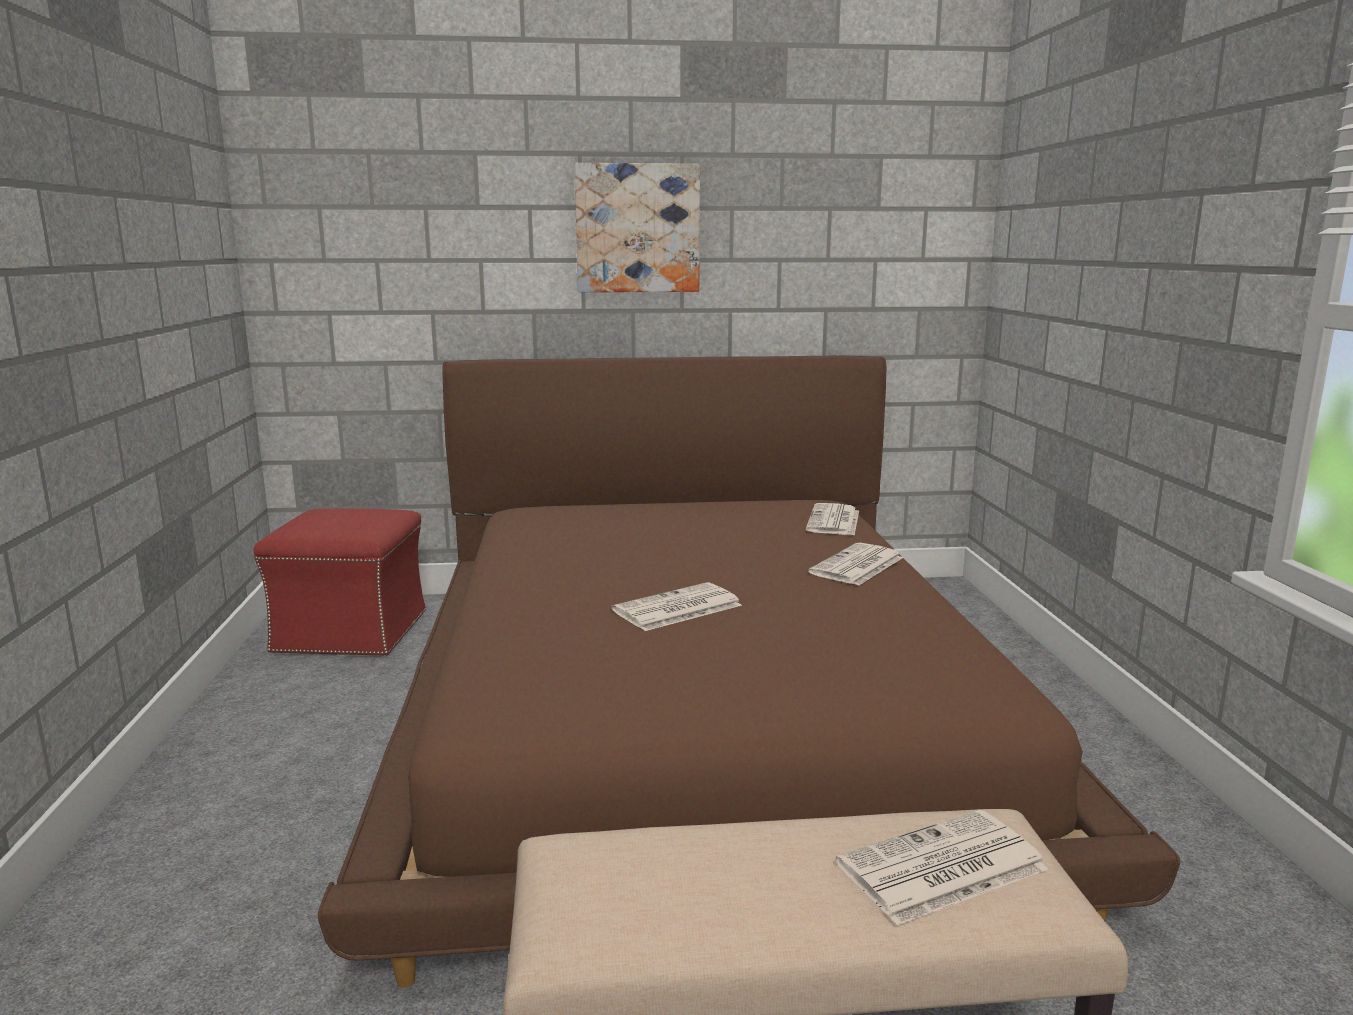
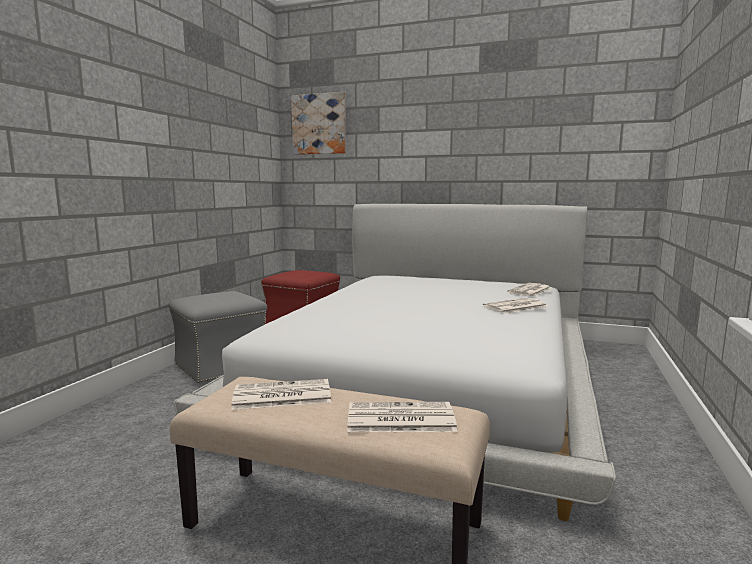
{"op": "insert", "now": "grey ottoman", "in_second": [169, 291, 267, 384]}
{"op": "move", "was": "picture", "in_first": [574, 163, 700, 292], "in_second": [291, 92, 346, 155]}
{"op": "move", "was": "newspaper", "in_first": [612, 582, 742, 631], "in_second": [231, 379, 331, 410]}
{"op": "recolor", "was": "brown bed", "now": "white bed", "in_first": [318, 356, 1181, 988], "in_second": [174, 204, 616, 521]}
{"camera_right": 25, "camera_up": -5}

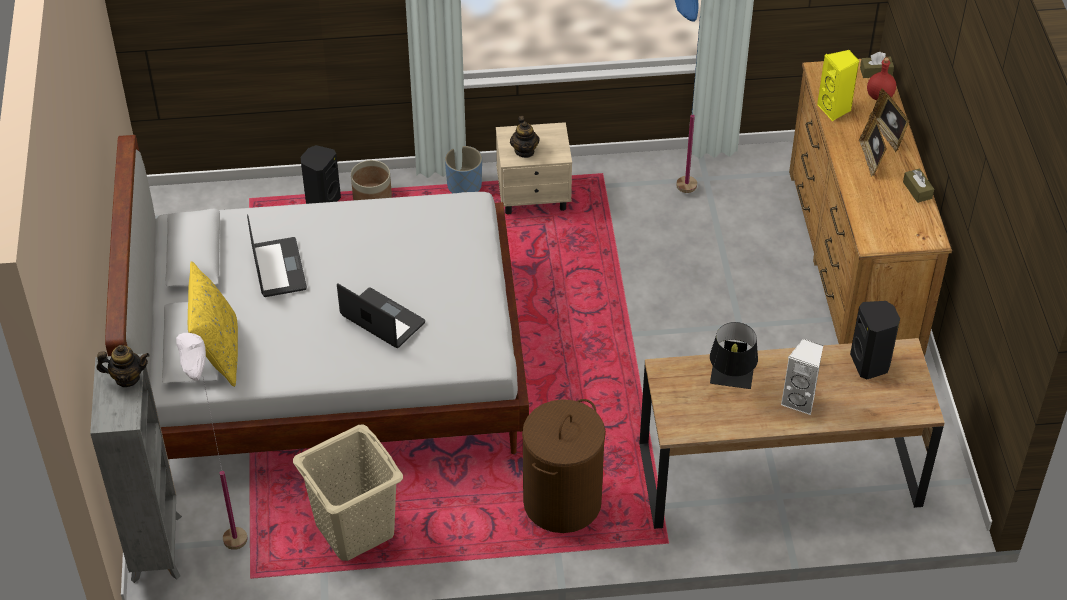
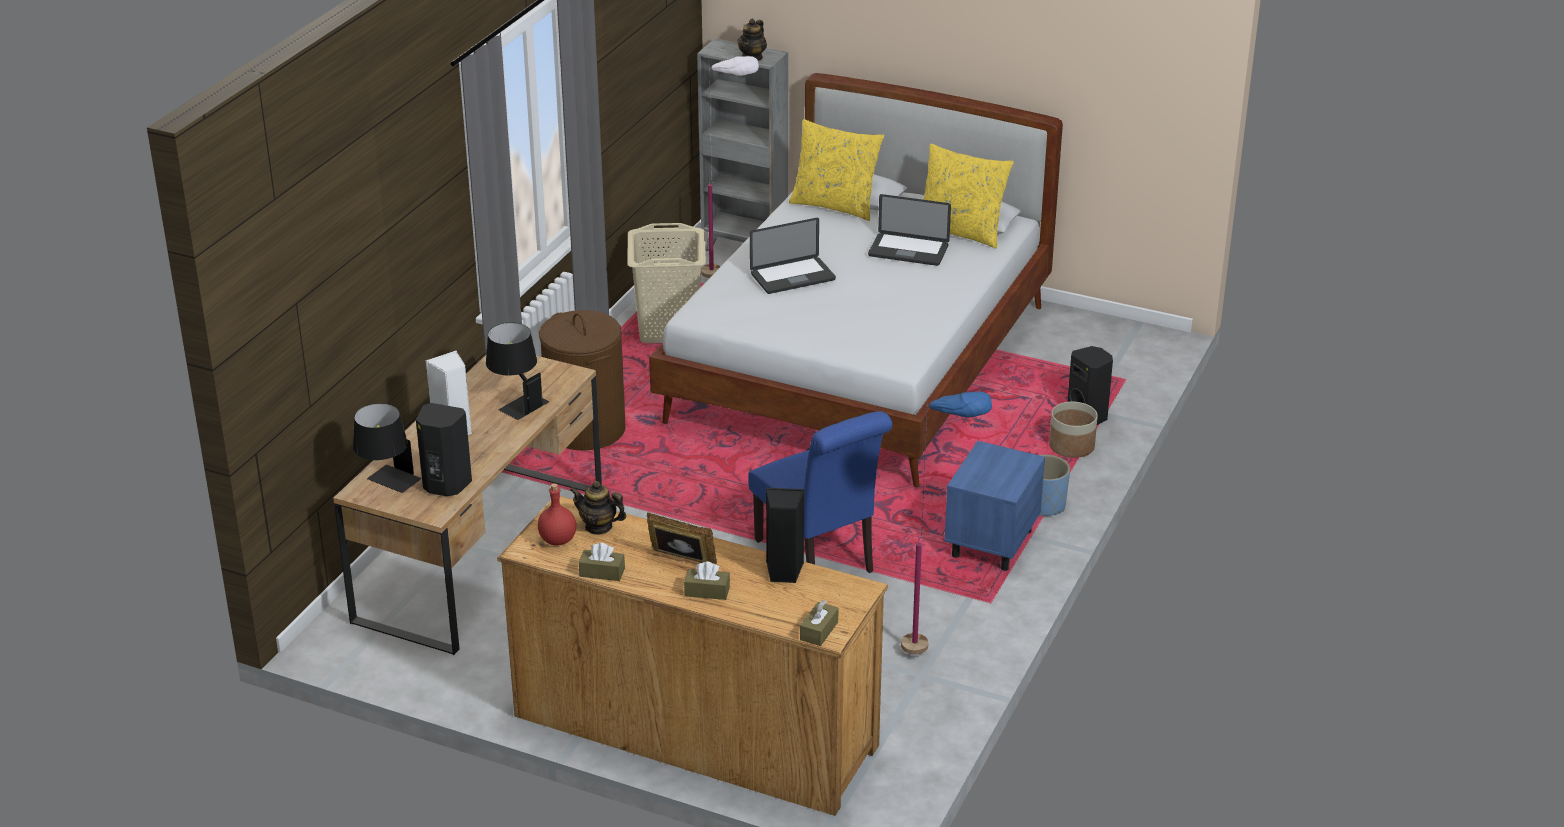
{"op": "insert", "now": "black table lamp", "in_second": [353, 403, 421, 493]}
{"op": "insert", "now": "blue chair", "in_second": [748, 411, 892, 573]}
{"op": "insert", "now": "yellow pillow", "in_second": [923, 144, 1014, 249]}
{"op": "move", "was": "teapot", "in_first": [510, 116, 540, 158], "in_second": [570, 481, 627, 535]}
{"op": "move", "was": "red bottle", "in_first": [867, 58, 896, 100], "in_second": [538, 483, 576, 545]}
{"op": "replace", "was": "picture frame", "now": "brown tissue box", "in_first": [873, 89, 910, 152], "in_second": [684, 561, 730, 600]}
{"op": "recolor", "was": "beige nightstand", "now": "blue nightstand", "in_first": [496, 122, 572, 215], "in_second": [944, 441, 1045, 571]}
{"op": "recolor", "was": "yellow speaker", "now": "black speaker", "in_first": [817, 50, 859, 121], "in_second": [766, 488, 805, 583]}
{"camera_right": 120, "camera_up": -15}

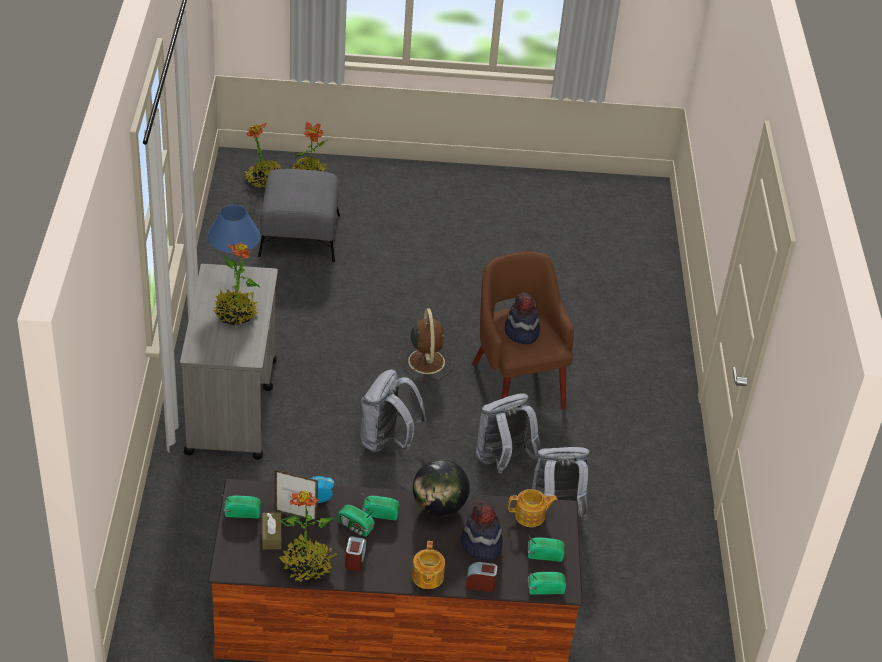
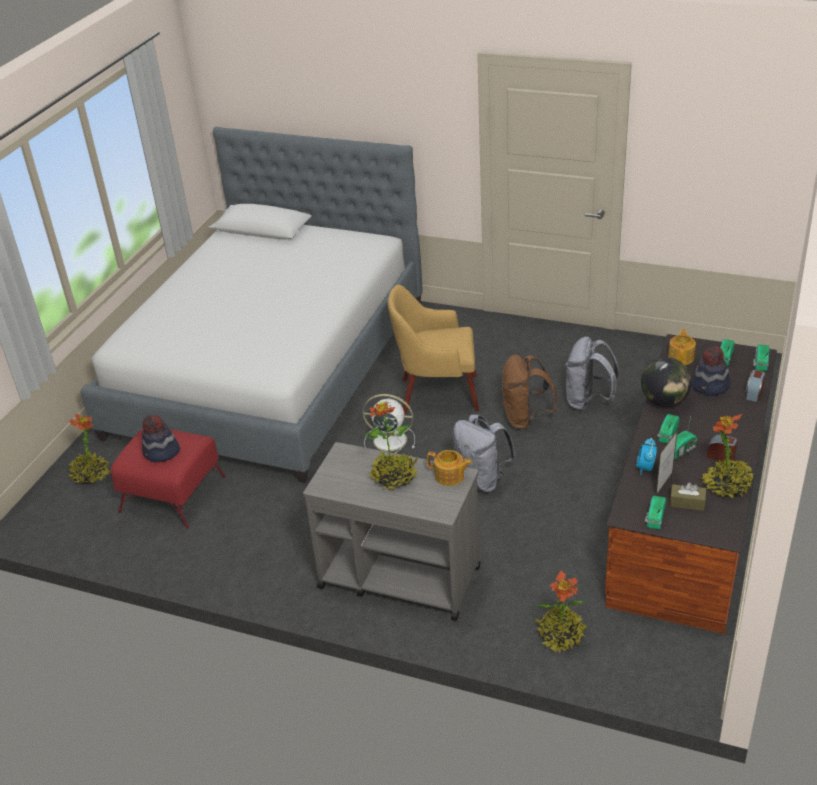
{"op": "delete", "was": "blue table lamp", "in_first": [207, 205, 261, 273]}
{"op": "insert", "now": "bed", "in_second": [81, 127, 423, 483]}
{"op": "move", "was": "potted plant", "in_first": [244, 123, 281, 188], "in_second": [535, 571, 587, 653]}
{"op": "move", "was": "teapot", "in_first": [412, 541, 445, 589], "in_second": [427, 450, 472, 486]}
{"op": "move", "was": "hat", "in_first": [505, 293, 540, 344], "in_second": [142, 415, 180, 462]}
{"op": "recolor", "was": "grey ottoman", "now": "red ottoman", "in_first": [258, 169, 340, 262], "in_second": [111, 429, 226, 529]}
{"op": "recolor", "was": "brown fan", "now": "white fan", "in_first": [399, 308, 453, 381], "in_second": [363, 394, 415, 453]}
{"op": "recolor", "was": "brown armchair", "now": "yellow armchair", "in_first": [472, 251, 574, 409], "in_second": [388, 285, 479, 415]}
{"op": "recolor", "was": "grey backpack", "now": "brown backpack", "in_first": [476, 394, 541, 473], "in_second": [502, 355, 558, 430]}
{"camera_right": -65, "camera_up": -5}

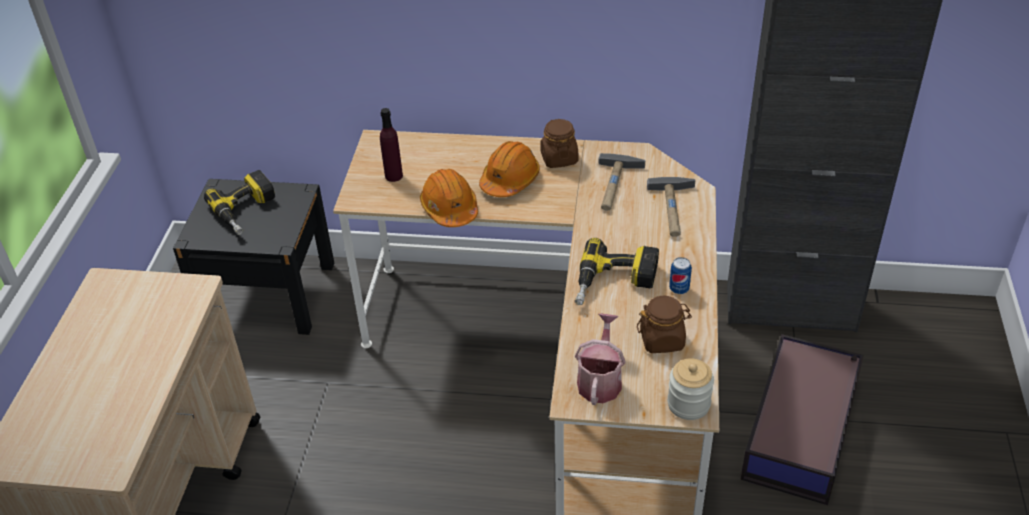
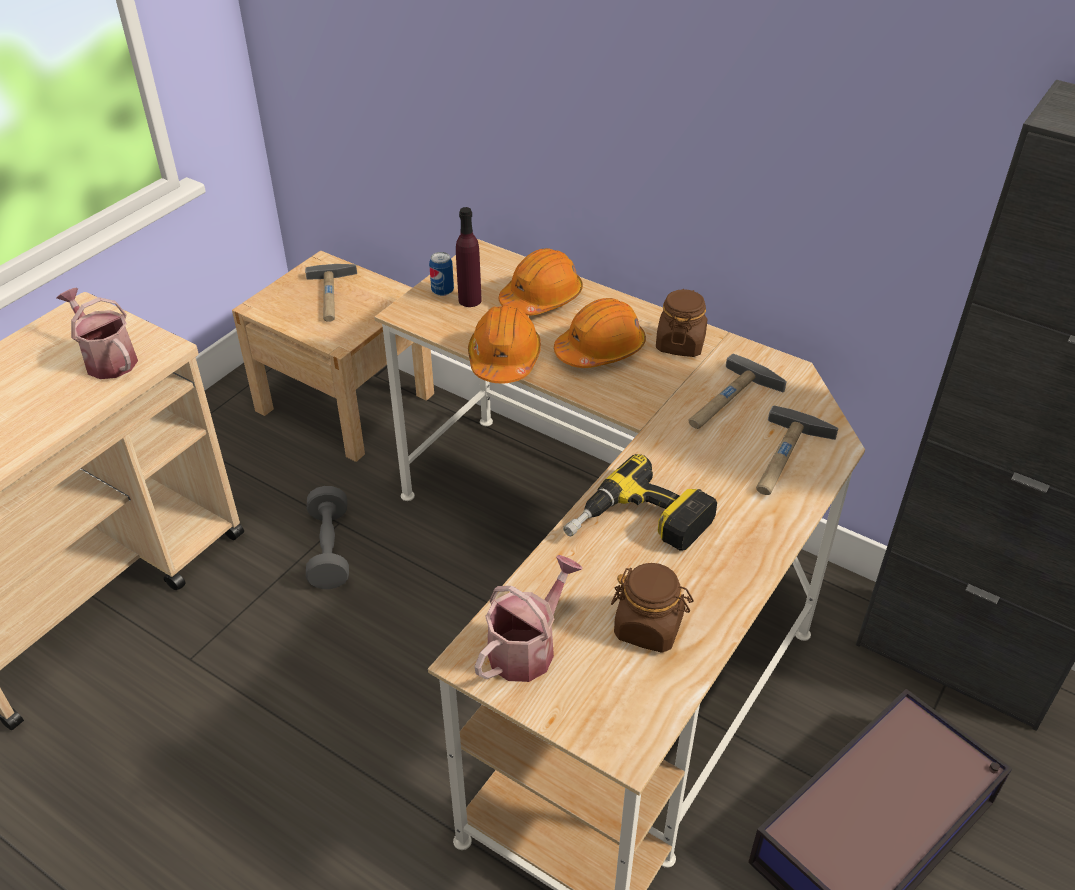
{"op": "delete", "was": "jar", "in_first": [667, 358, 714, 420]}
{"op": "insert", "now": "watering can", "in_second": [57, 288, 138, 379]}
{"op": "insert", "now": "grey dumbbell", "in_second": [306, 486, 349, 589]}
{"op": "insert", "now": "orange hard hat", "in_second": [499, 248, 583, 316]}
{"op": "move", "was": "can", "in_first": [669, 257, 692, 294], "in_second": [429, 252, 454, 296]}
{"op": "replace", "was": "power drill", "now": "hammer", "in_first": [204, 170, 275, 235], "in_second": [305, 264, 357, 322]}
{"op": "recolor", "was": "black nightstand", "now": "beige nightstand", "in_first": [173, 179, 334, 335], "in_second": [232, 251, 434, 462]}
{"camera_right": 25, "camera_up": 0}

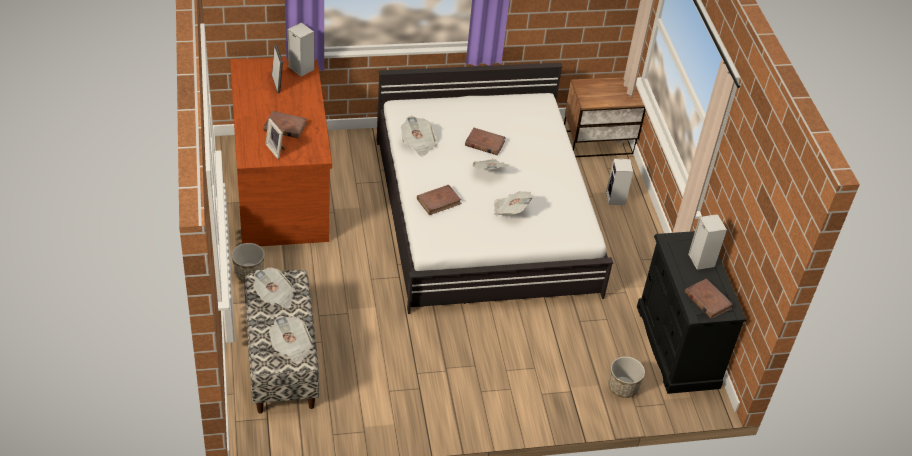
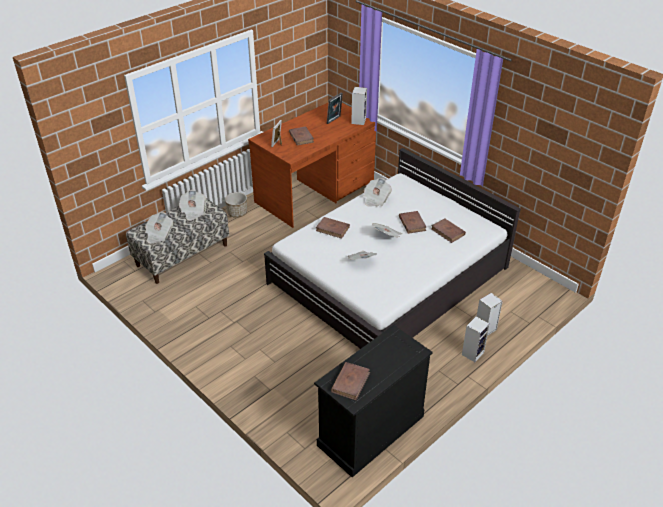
{"op": "delete", "was": "nightstand", "in_first": [564, 77, 646, 157]}
{"op": "delete", "was": "planter", "in_first": [608, 356, 645, 398]}
{"op": "insert", "now": "brown book", "in_second": [431, 218, 466, 243]}
{"op": "move", "was": "speaker", "in_first": [688, 214, 727, 270], "in_second": [462, 317, 490, 362]}
{"camera_right": 60, "camera_up": -5}

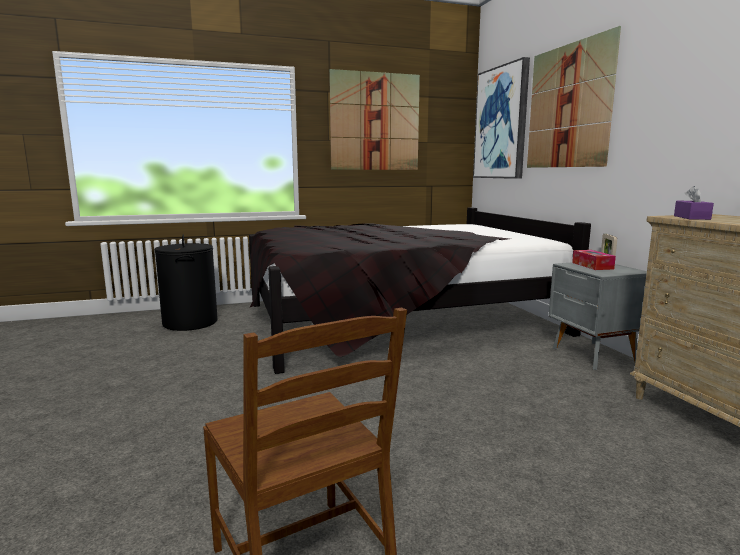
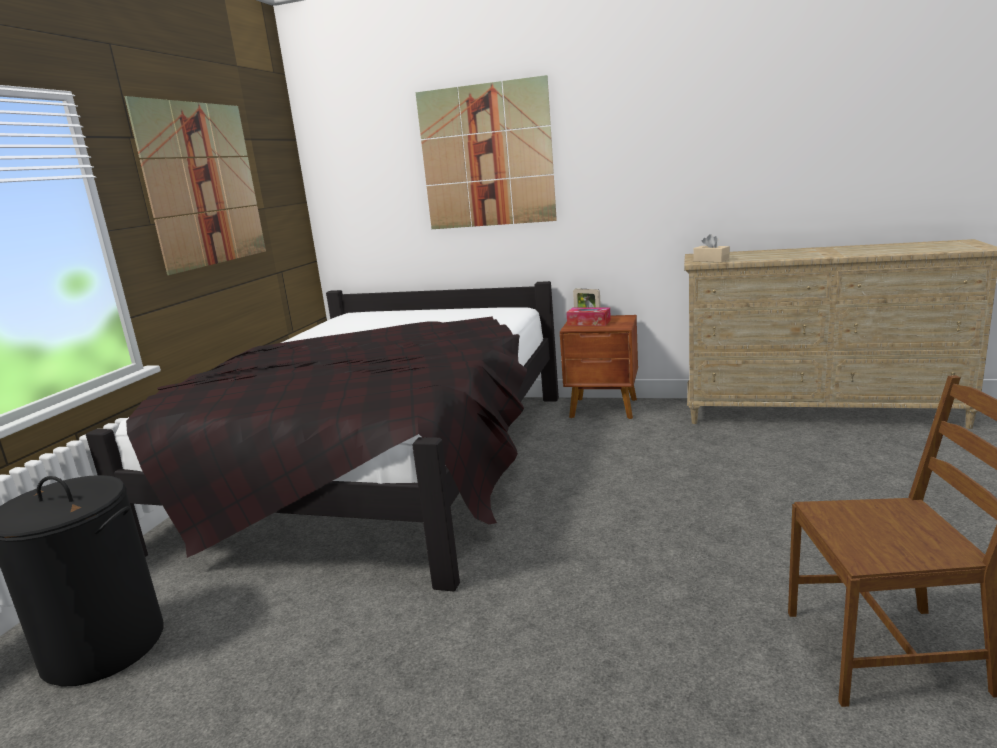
{"op": "delete", "was": "picture", "in_first": [473, 57, 530, 179]}
{"op": "recolor", "was": "grey nightstand", "now": "brown nightstand", "in_first": [549, 263, 647, 370], "in_second": [560, 315, 638, 419]}
{"op": "recolor", "was": "purple tissue box", "now": "beige tissue box", "in_first": [674, 186, 714, 220], "in_second": [694, 234, 730, 262]}
{"camera_right": -55, "camera_up": 5}

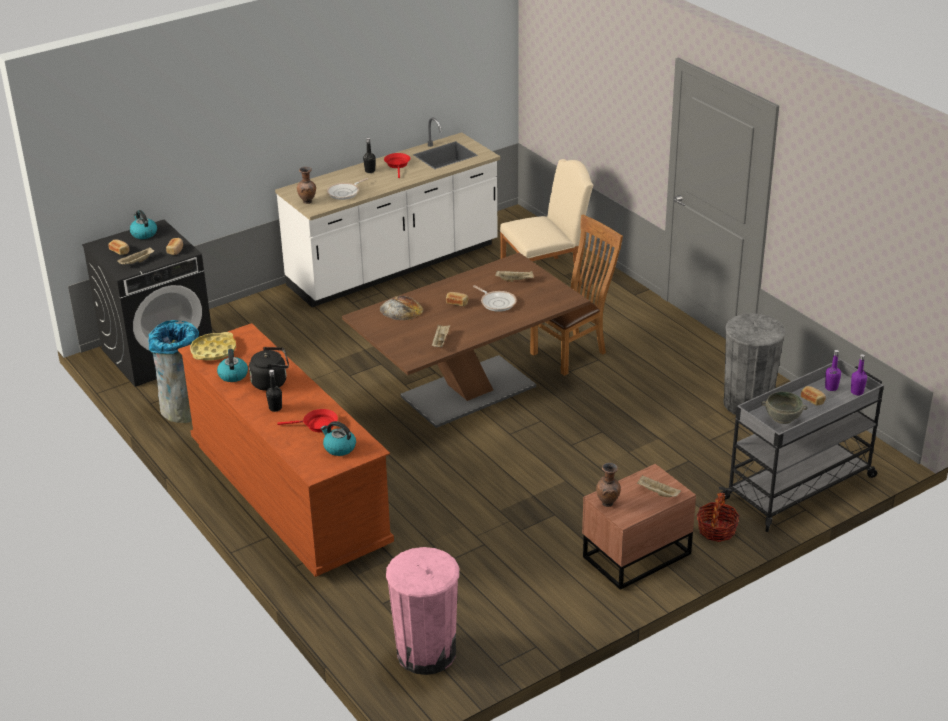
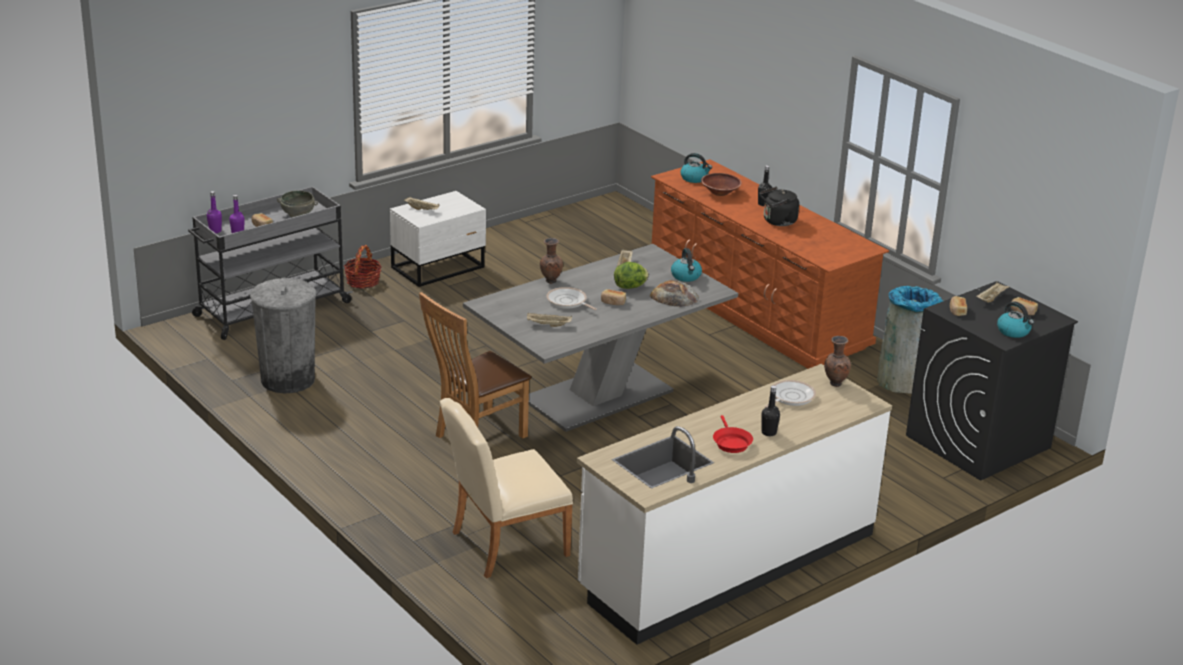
{"op": "delete", "was": "yellow tray", "in_first": [190, 332, 236, 360]}
{"op": "delete", "was": "pink trash can", "in_first": [386, 547, 459, 675]}
{"op": "insert", "now": "lettuce", "in_second": [614, 262, 649, 289]}
{"op": "move", "was": "kettle", "in_first": [217, 349, 248, 382], "in_second": [671, 248, 702, 282]}
{"op": "move", "was": "brown vase", "in_first": [596, 463, 621, 507], "in_second": [540, 238, 563, 284]}
{"op": "replace", "was": "red frying pan", "now": "brown bowl", "in_first": [277, 409, 338, 432], "in_second": [701, 173, 742, 196]}
{"op": "recolor", "was": "brown dining table", "now": "grey dining table", "in_first": [342, 253, 590, 428], "in_second": [463, 244, 738, 432]}
{"op": "recolor", "was": "brown nightstand", "now": "white nightstand", "in_first": [582, 464, 696, 590], "in_second": [390, 191, 486, 287]}
{"camera_right": 175, "camera_up": -5}

